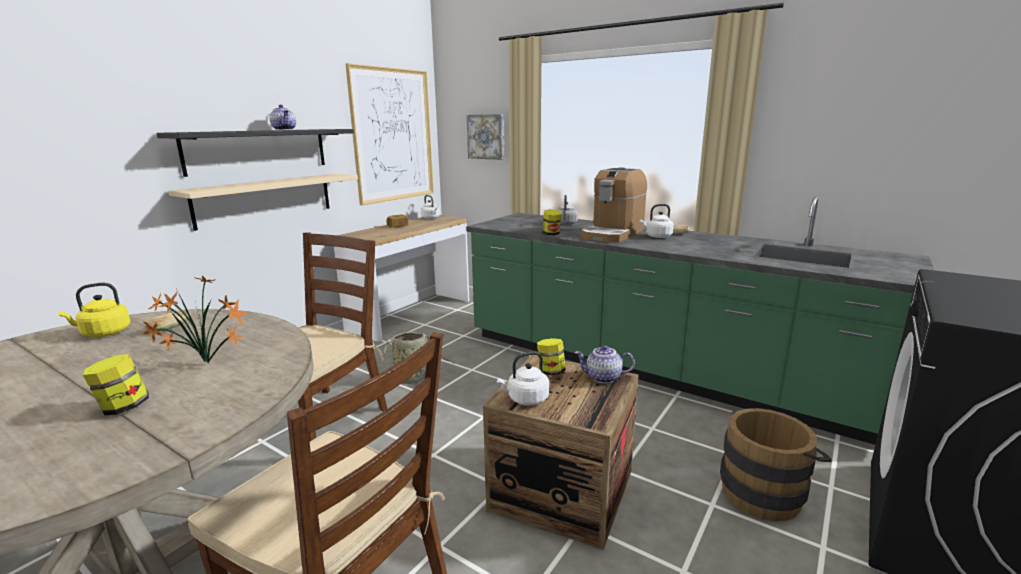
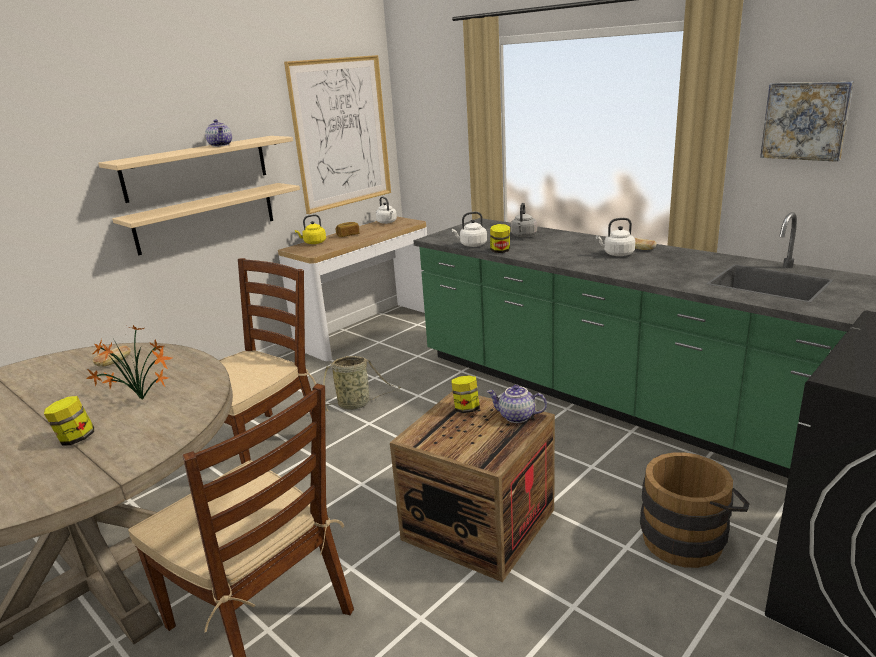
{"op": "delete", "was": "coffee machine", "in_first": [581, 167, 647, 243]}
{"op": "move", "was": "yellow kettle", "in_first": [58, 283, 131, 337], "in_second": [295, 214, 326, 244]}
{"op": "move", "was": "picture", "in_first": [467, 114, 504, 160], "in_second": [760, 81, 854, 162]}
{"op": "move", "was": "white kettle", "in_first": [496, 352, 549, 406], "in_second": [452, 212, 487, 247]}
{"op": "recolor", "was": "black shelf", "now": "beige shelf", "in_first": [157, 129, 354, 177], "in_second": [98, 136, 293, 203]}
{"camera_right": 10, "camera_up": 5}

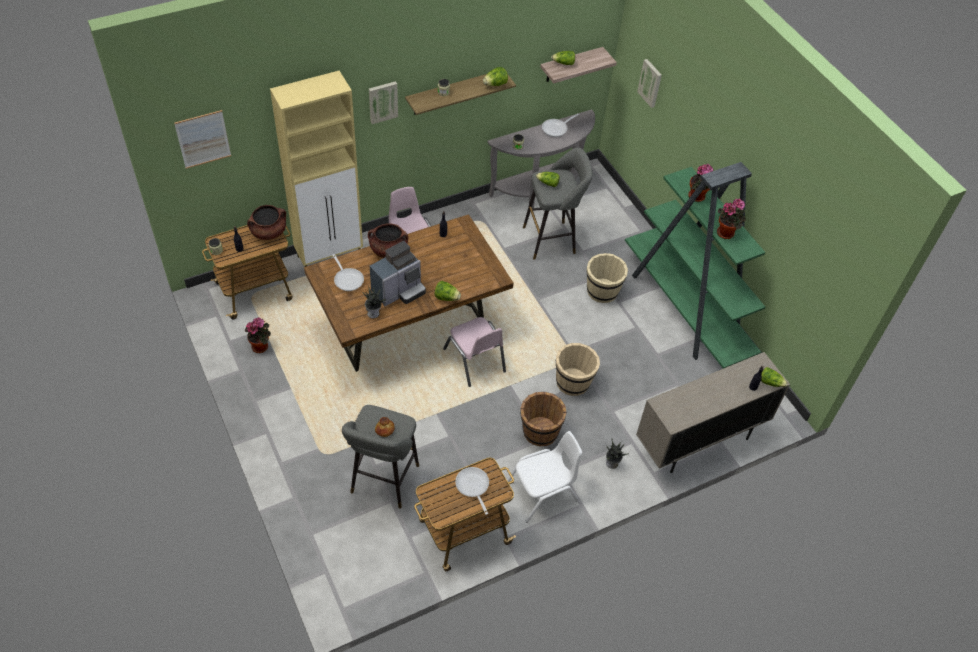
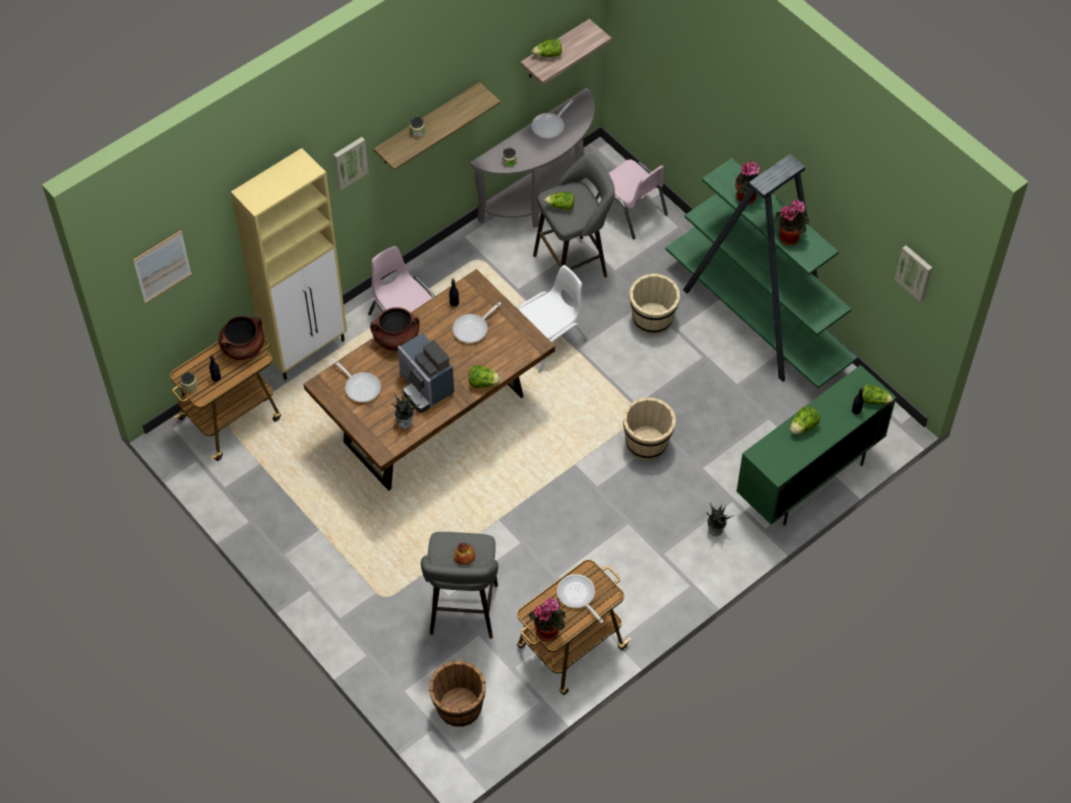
{"op": "insert", "now": "frying pan", "in_second": [453, 302, 501, 343]}
{"op": "move", "was": "potted plant", "in_first": [245, 318, 271, 353], "in_second": [529, 598, 566, 641]}
{"op": "move", "was": "pink chair", "in_first": [443, 317, 506, 387], "in_second": [595, 160, 668, 239]}
{"op": "move", "was": "lettuce", "in_first": [483, 67, 508, 86], "in_second": [790, 406, 820, 434]}
{"op": "move", "was": "white chair", "in_first": [507, 431, 582, 523], "in_second": [518, 265, 588, 372]}
{"op": "move", "was": "brown bucket", "in_first": [520, 392, 567, 446], "in_second": [429, 661, 486, 727]}
{"op": "move", "was": "picture", "in_first": [637, 59, 662, 108], "in_second": [895, 245, 932, 302]}
{"op": "recolor", "was": "beige cabinet", "now": "green cabinet", "in_first": [636, 352, 790, 473], "in_second": [736, 365, 896, 526]}
{"op": "rotate", "was": "coffee machine", "in_first": [370, 241, 426, 306], "in_second": [398, 333, 454, 413], "clockwise": 105}
{"camera_right": -10, "camera_up": 5}

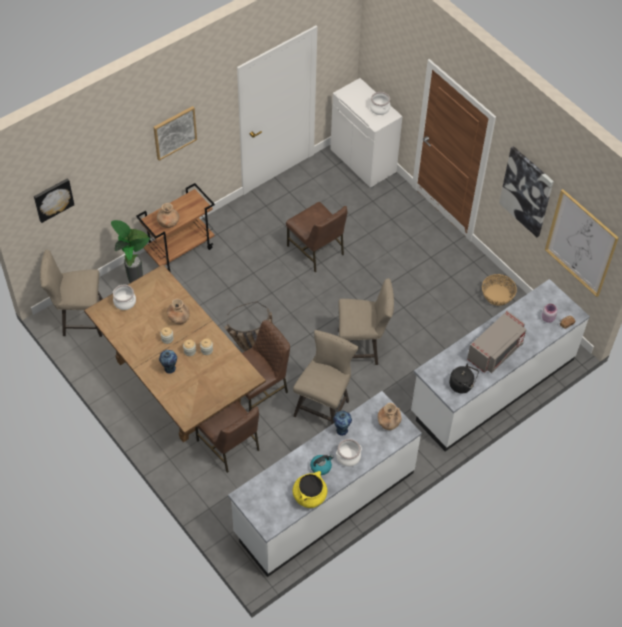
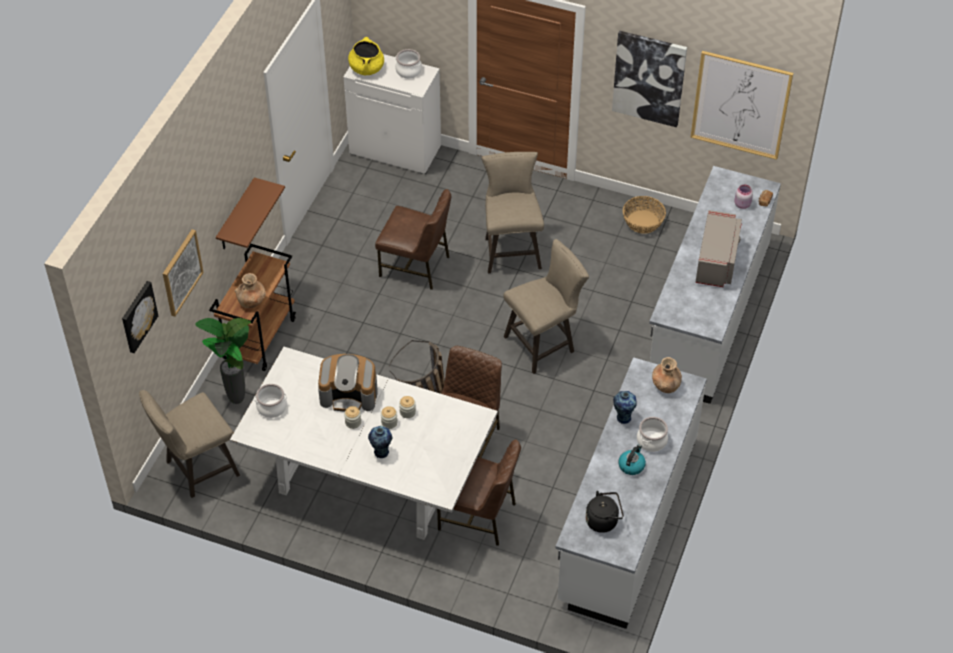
{"op": "insert", "now": "brown shelf", "in_second": [216, 177, 285, 249]}
{"op": "move", "was": "picture", "in_first": [153, 106, 197, 161], "in_second": [163, 229, 203, 317]}
{"op": "move", "was": "beige stool", "in_first": [293, 330, 359, 424], "in_second": [481, 152, 544, 273]}
{"op": "move", "was": "yellow cooking pot", "in_first": [293, 471, 327, 508], "in_second": [348, 37, 384, 75]}
{"op": "move", "was": "black kettle", "in_first": [449, 363, 479, 393], "in_second": [586, 491, 624, 533]}
{"op": "replace", "was": "brown vase", "now": "coffee machine", "in_first": [167, 298, 190, 325], "in_second": [318, 354, 378, 412]}
{"op": "recolor", "was": "brown dining table", "now": "white dining table", "in_first": [84, 265, 266, 442], "in_second": [230, 347, 498, 540]}
{"camera_right": -30, "camera_up": -5}

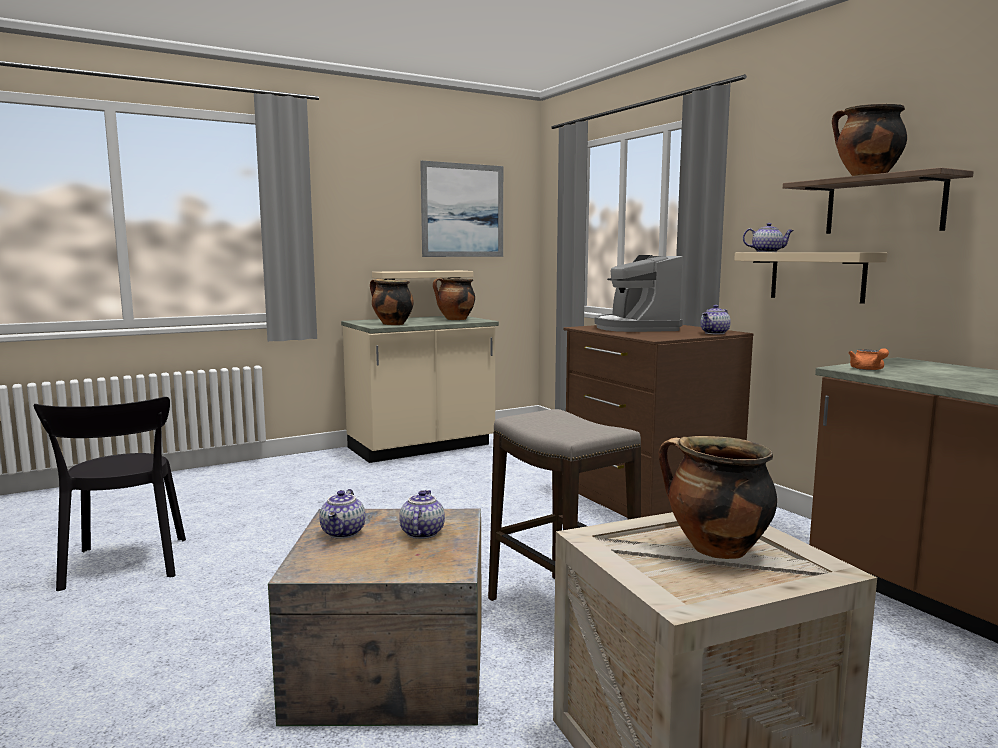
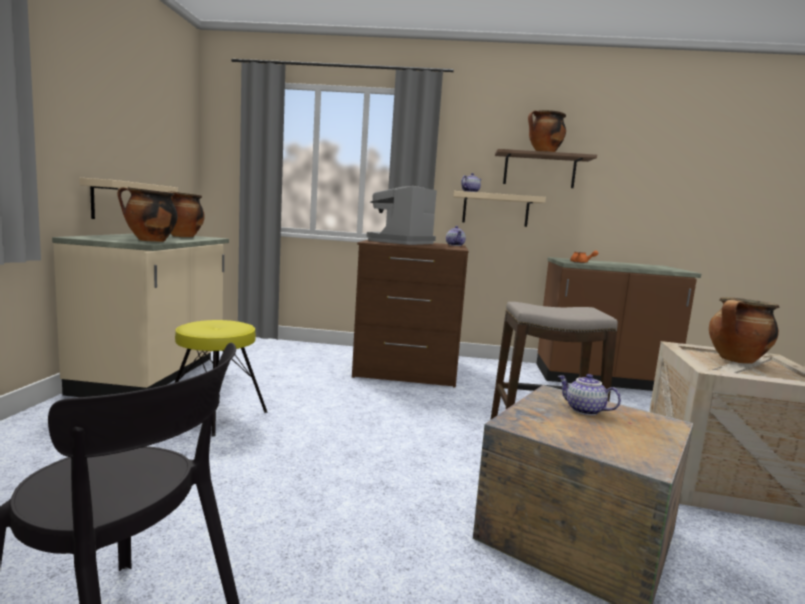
{"op": "delete", "was": "teapot", "in_first": [319, 489, 366, 539]}
{"op": "delete", "was": "picture", "in_first": [420, 161, 503, 257]}
{"op": "insert", "now": "yellow stool", "in_second": [174, 320, 267, 437]}
{"op": "rotate", "was": "coffee machine", "in_first": [595, 255, 683, 332], "in_second": [366, 186, 437, 245], "clockwise": 90}
{"camera_right": -55, "camera_up": 0}

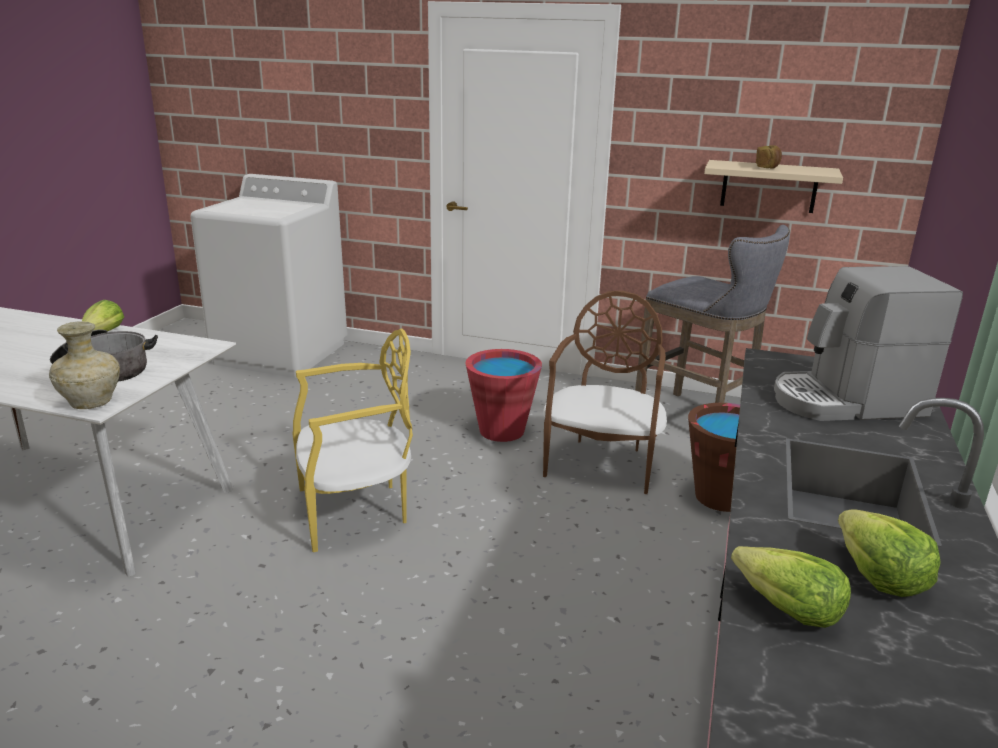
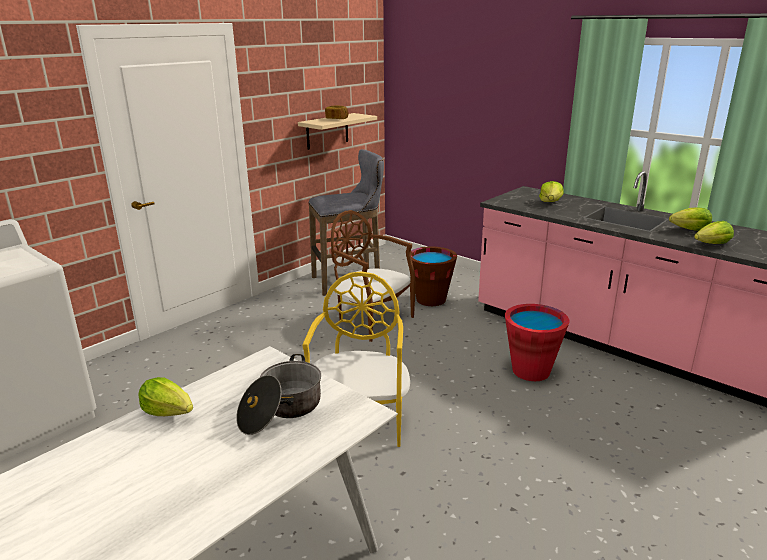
{"op": "delete", "was": "beige vase", "in_first": [49, 321, 120, 409]}
{"op": "move", "was": "red bucket", "in_first": [465, 349, 542, 442], "in_second": [505, 304, 569, 381]}
{"op": "replace", "was": "coffee machine", "now": "lettuce", "in_first": [774, 266, 963, 421], "in_second": [539, 181, 564, 202]}
{"camera_right": -65, "camera_up": 0}

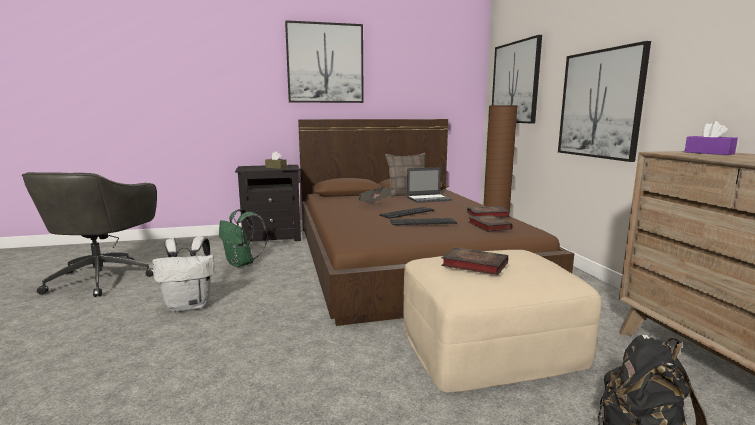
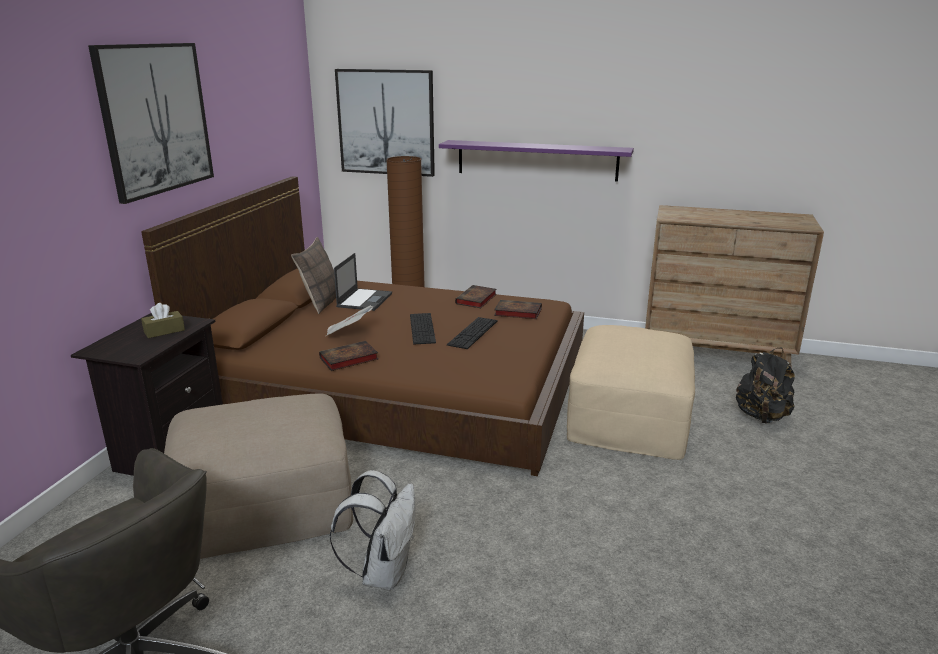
{"op": "delete", "was": "purple tissue box", "in_first": [685, 121, 738, 155]}
{"op": "move", "was": "book", "in_first": [441, 247, 508, 275], "in_second": [319, 341, 378, 371]}
{"op": "replace", "was": "green backpack", "now": "beige ottoman", "in_first": [219, 209, 268, 267], "in_second": [164, 393, 353, 559]}
{"op": "replace", "was": "picture", "now": "purple shelf", "in_first": [558, 41, 651, 162], "in_second": [439, 140, 634, 182]}
{"camera_right": -60, "camera_up": 10}

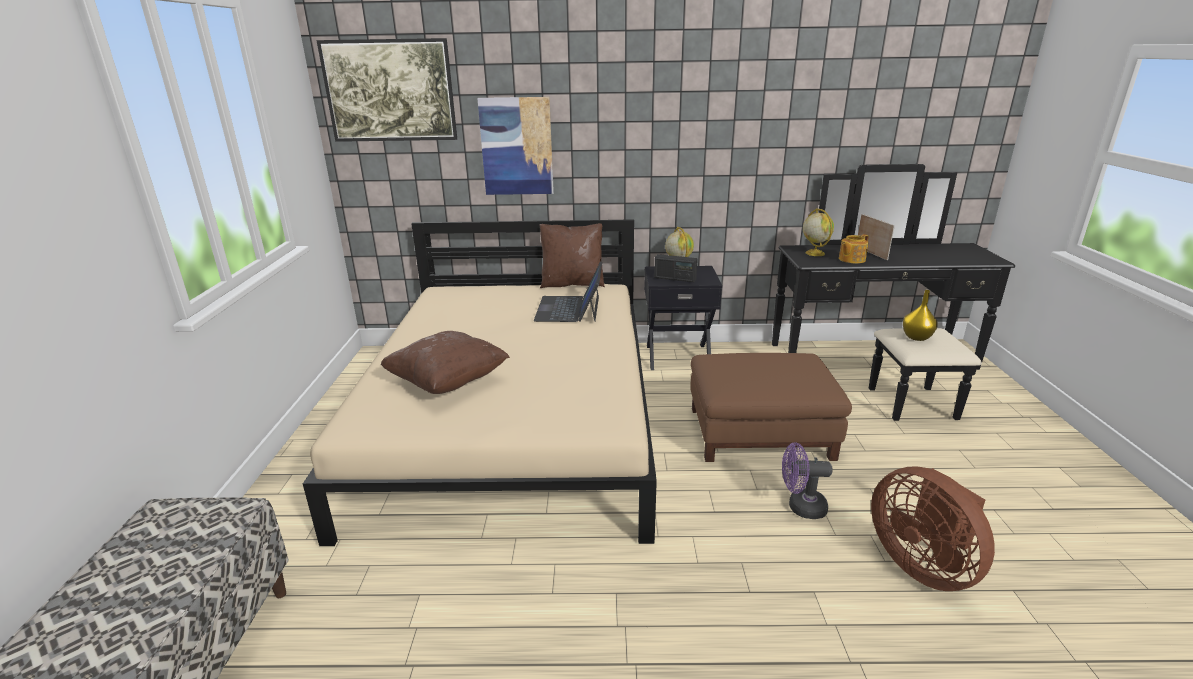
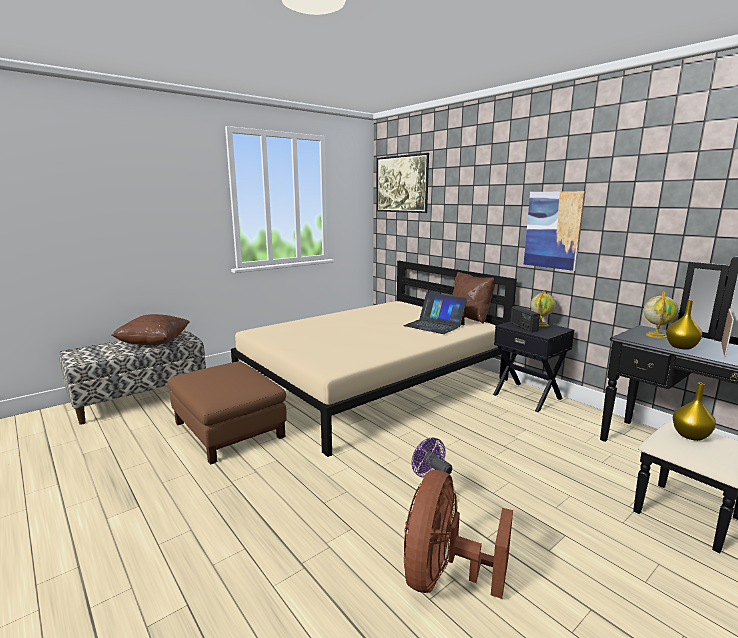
{"op": "move", "was": "brown pillow", "in_first": [381, 331, 510, 394], "in_second": [111, 314, 190, 345]}
{"op": "move", "was": "picture", "in_first": [477, 97, 554, 195], "in_second": [524, 191, 585, 271]}
{"op": "move", "was": "brown ottoman", "in_first": [691, 353, 852, 462], "in_second": [168, 361, 287, 465]}
{"op": "replace", "was": "teapot", "now": "yellow vase", "in_first": [839, 234, 869, 263], "in_second": [666, 300, 702, 350]}
{"op": "rotate", "was": "laptop", "in_first": [534, 261, 602, 322], "in_second": [403, 292, 467, 334], "clockwise": -105}
{"camera_right": 50, "camera_up": -10}

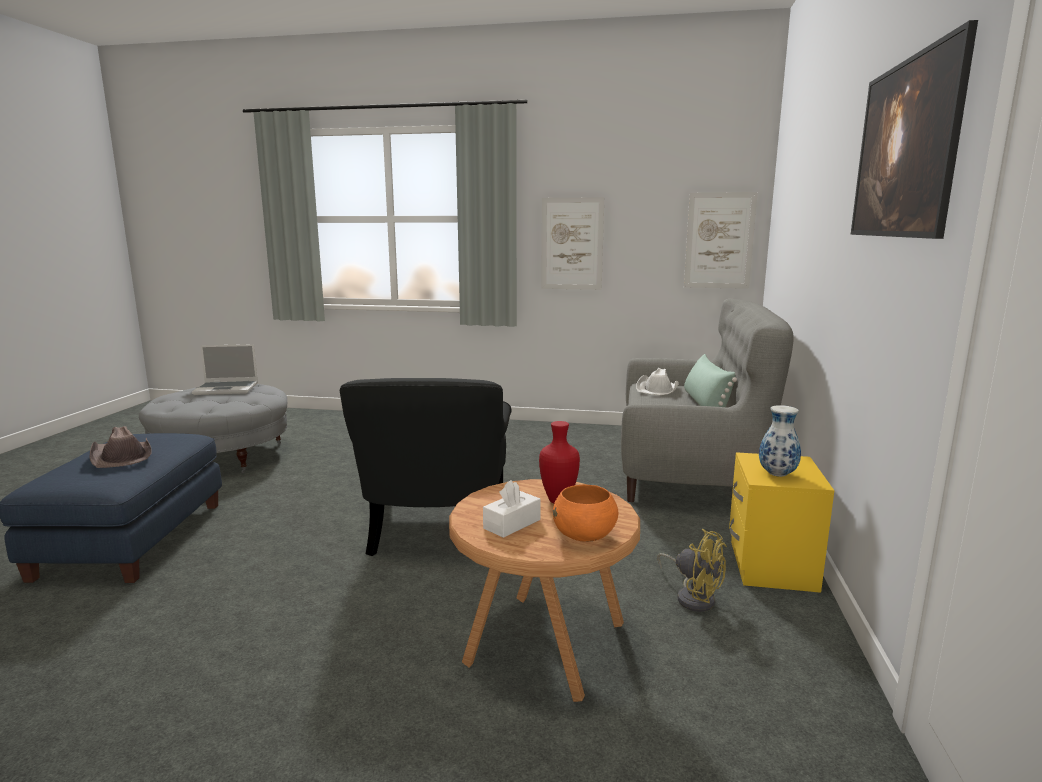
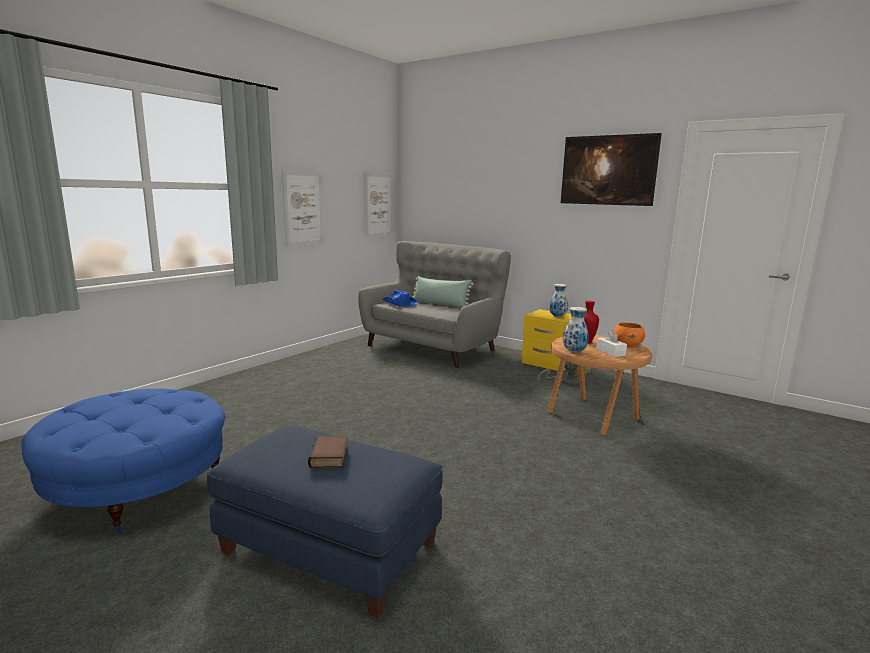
{"op": "delete", "was": "laptop", "in_first": [192, 344, 258, 395]}
{"op": "delete", "was": "black armchair", "in_first": [340, 378, 511, 556]}
{"op": "insert", "now": "vase", "in_second": [563, 307, 589, 352]}
{"op": "replace", "was": "brown hat", "now": "book", "in_first": [89, 426, 151, 468], "in_second": [308, 436, 348, 468]}
{"op": "recolor", "was": "grey ottoman", "now": "blue ottoman", "in_first": [139, 384, 287, 473], "in_second": [22, 389, 225, 533]}
{"op": "recolor", "was": "white hat", "now": "blue hat", "in_first": [636, 368, 679, 395], "in_second": [383, 290, 417, 307]}
{"camera_right": -65, "camera_up": 0}

